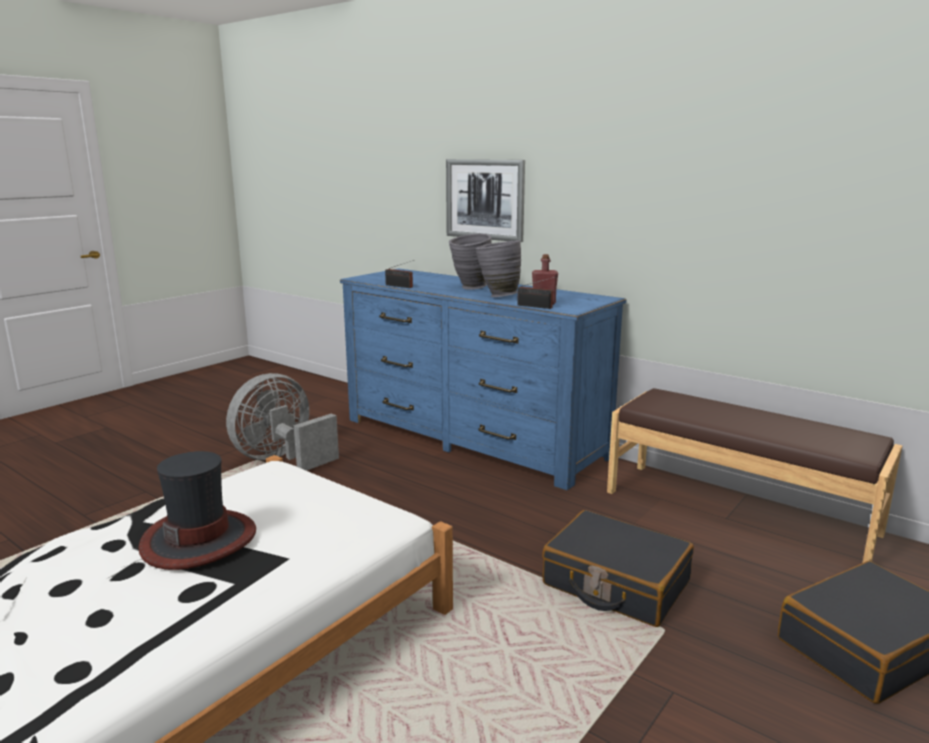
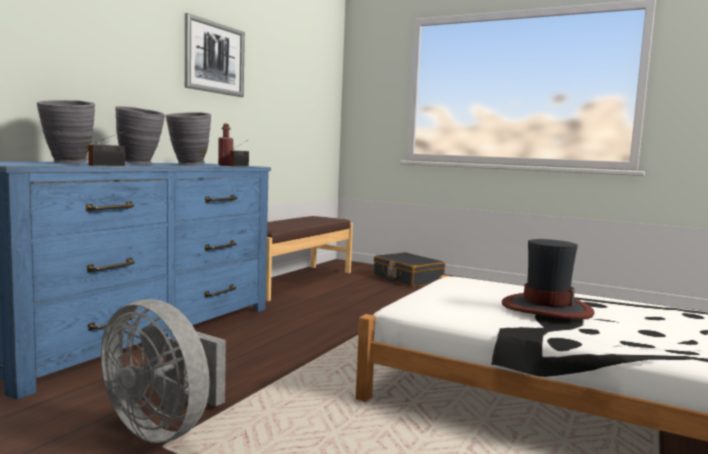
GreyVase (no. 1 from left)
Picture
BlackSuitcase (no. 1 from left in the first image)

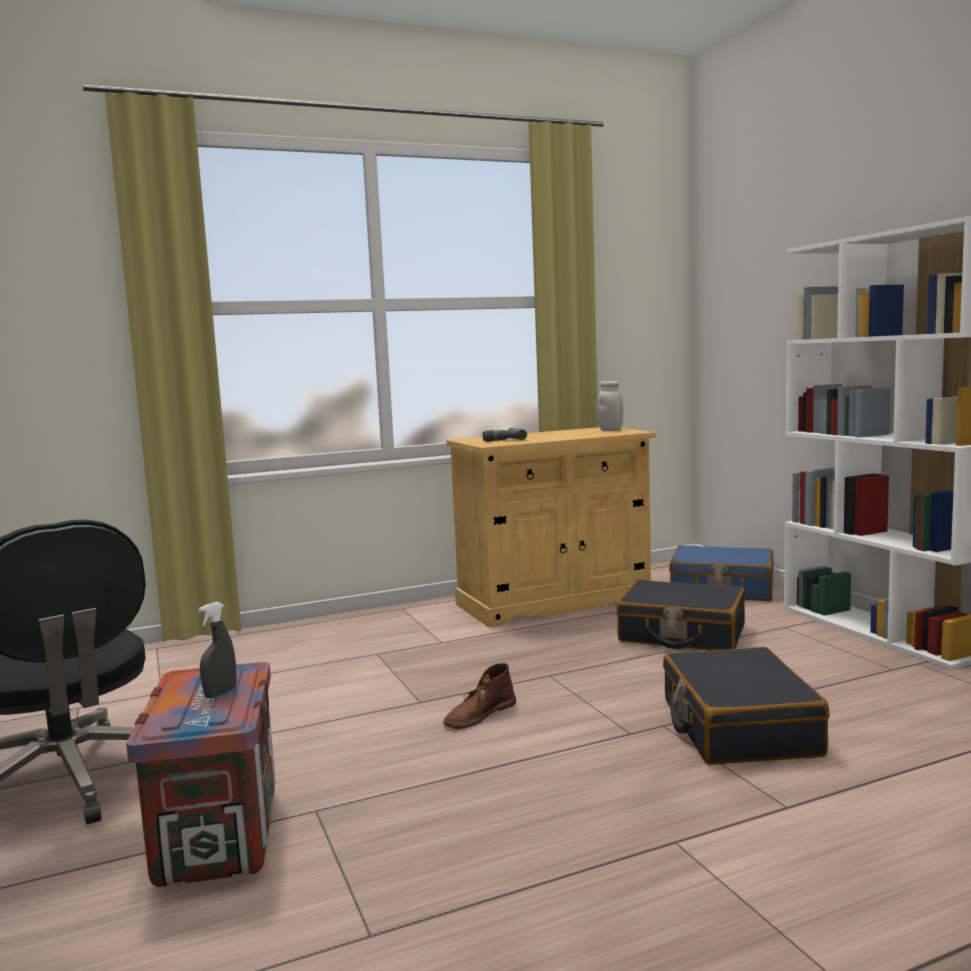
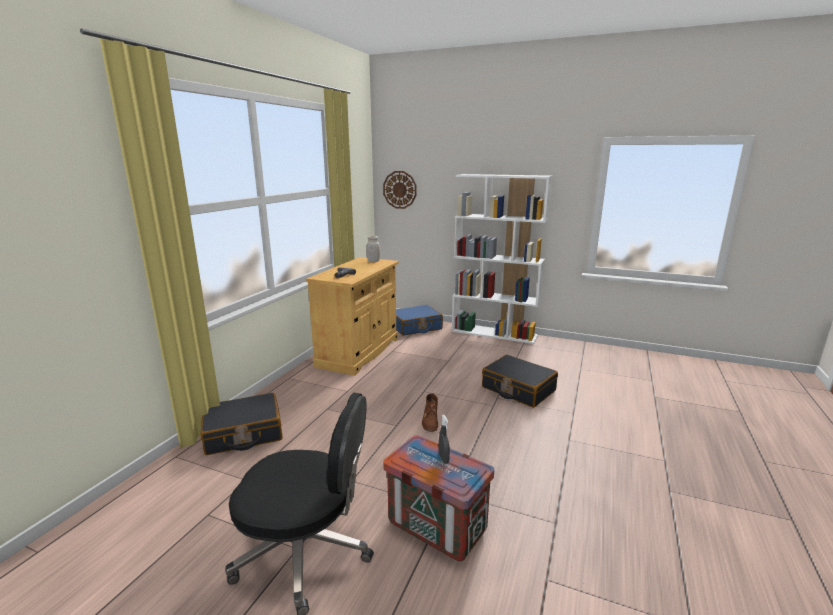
BlackSuitcase (no. 1 from left)
WallClock

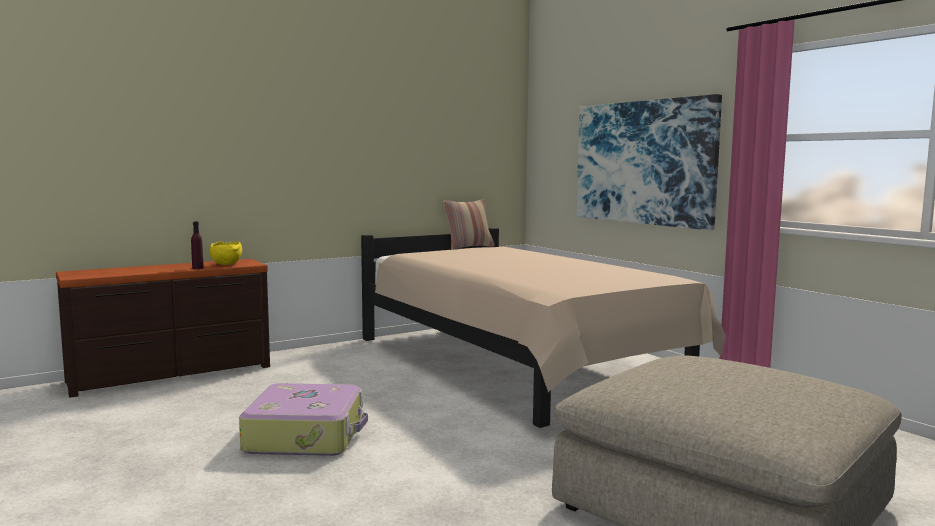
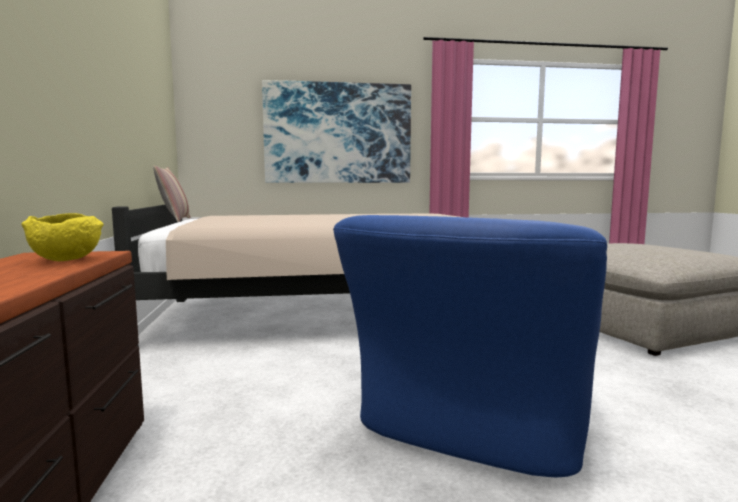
BlueArmchair
PurpleBottle

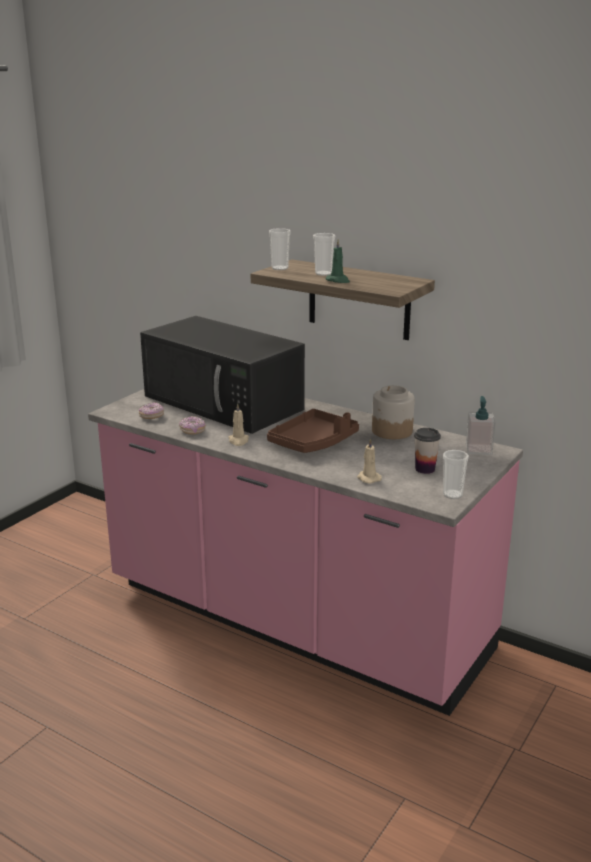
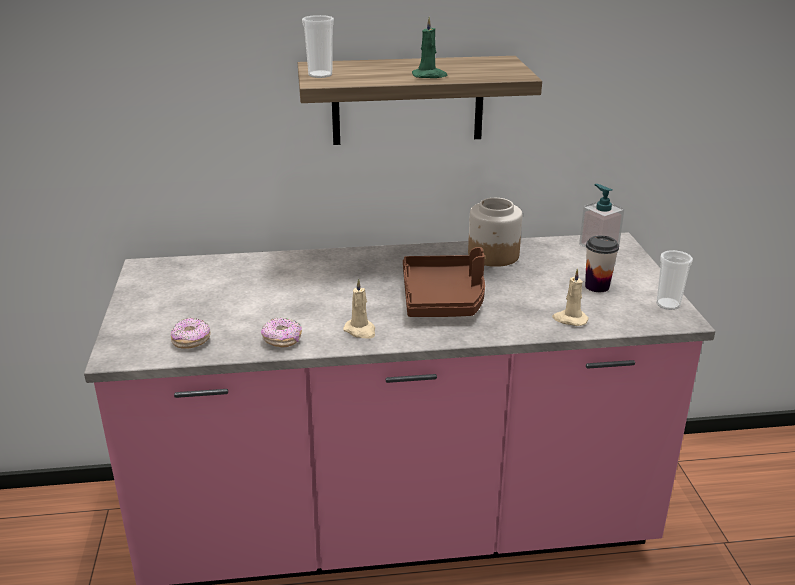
BlackMicrowave
Cup (no. 2 from left in the first image)

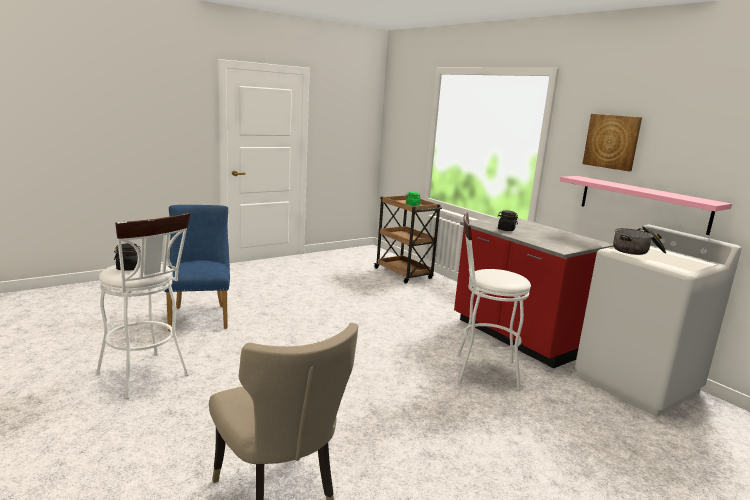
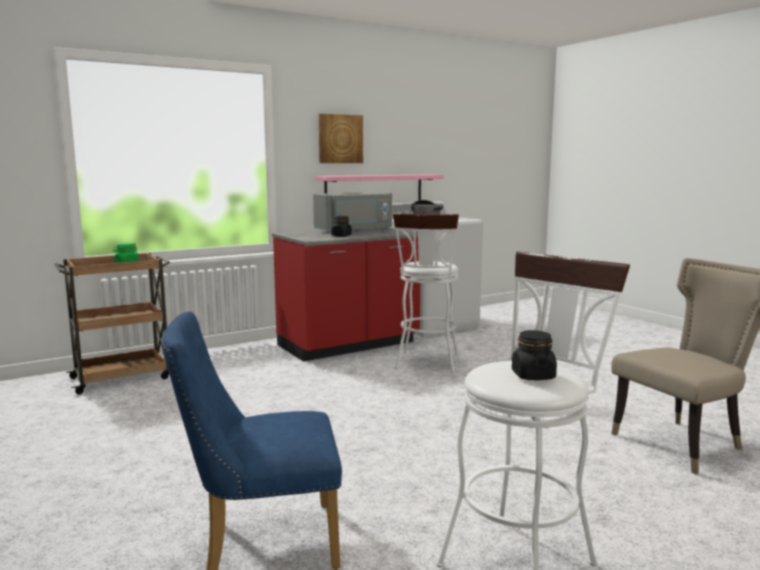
GreyMicrowave

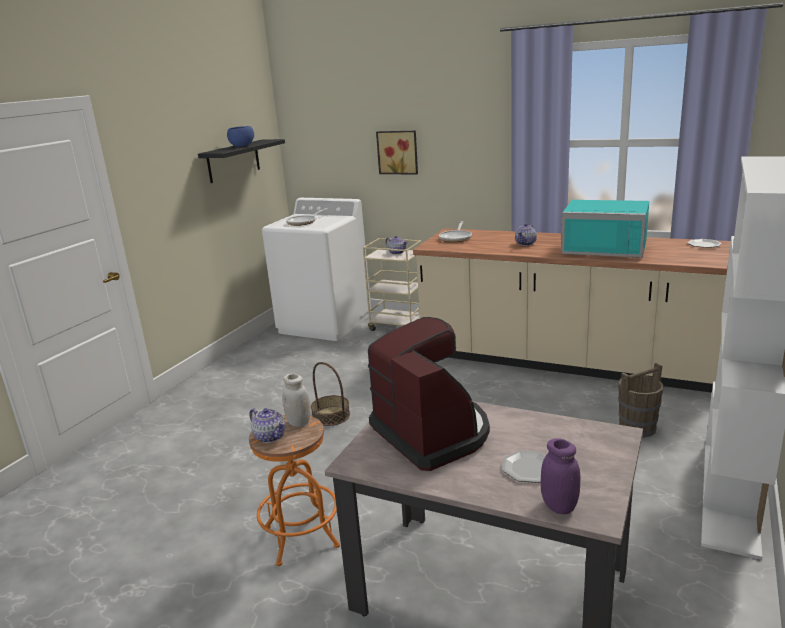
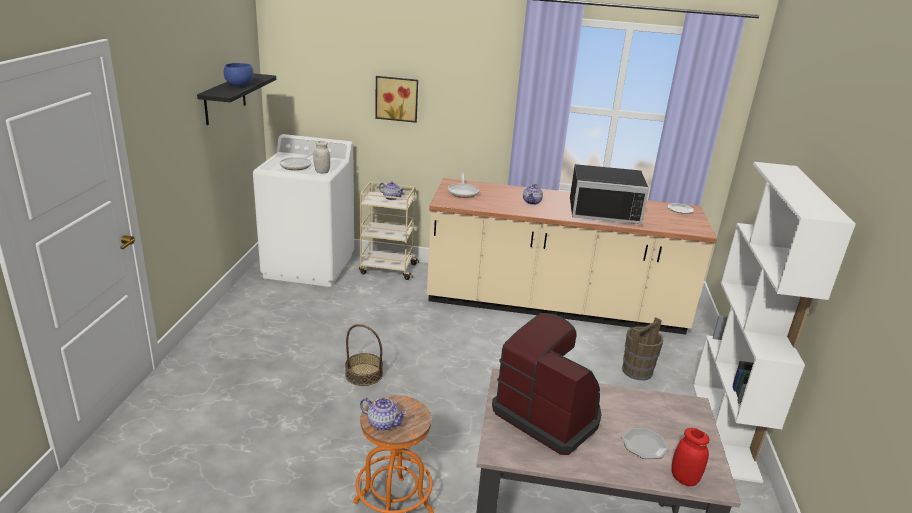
WhiteJar
BlackMicrowave
RedJar

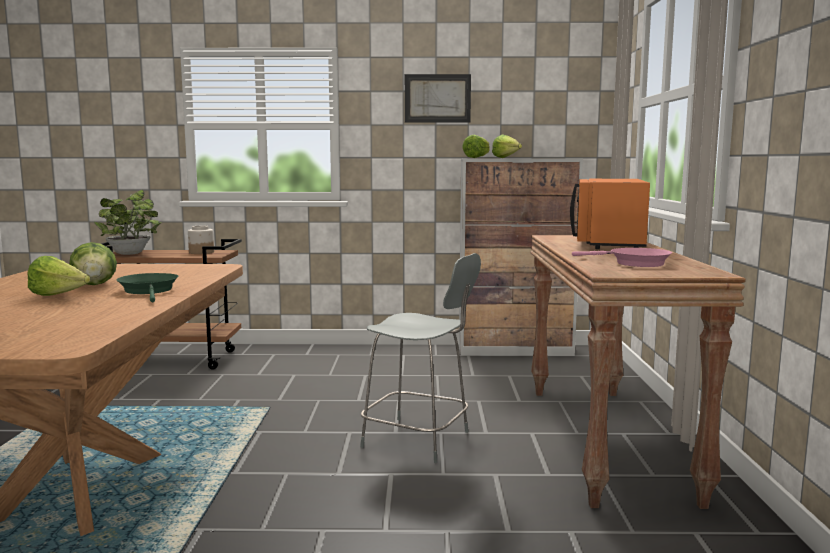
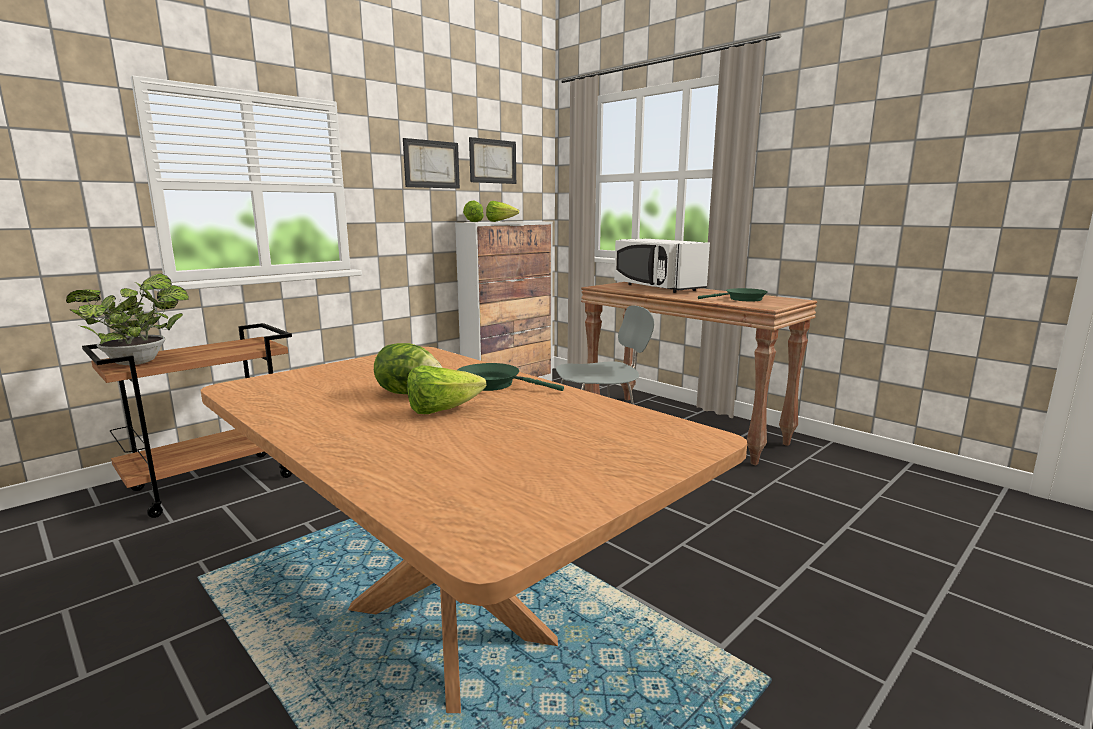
Picture (no. 2 from left)
WhiteMicrowave
GreenFryingPan (no. 2 from left)
Jar

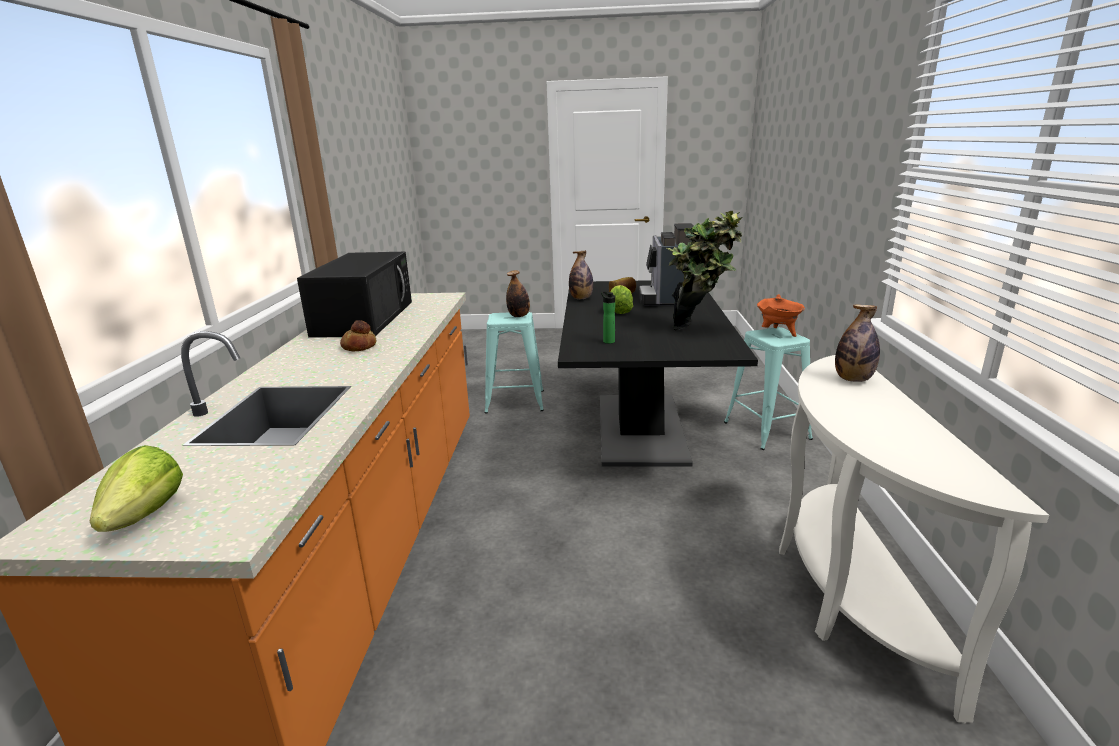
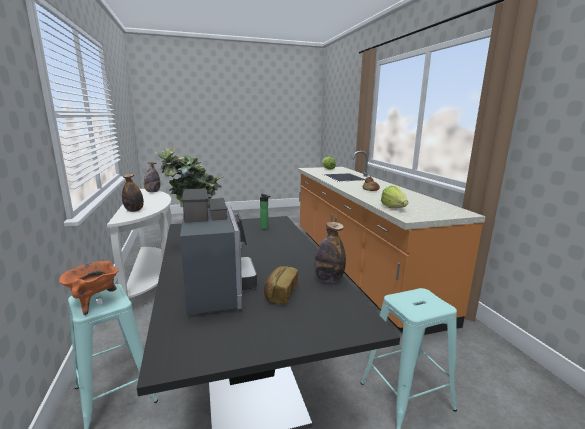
Bottle (no. 2 from left)
Lettuce (no. 2 from left)
BlackMicrowave

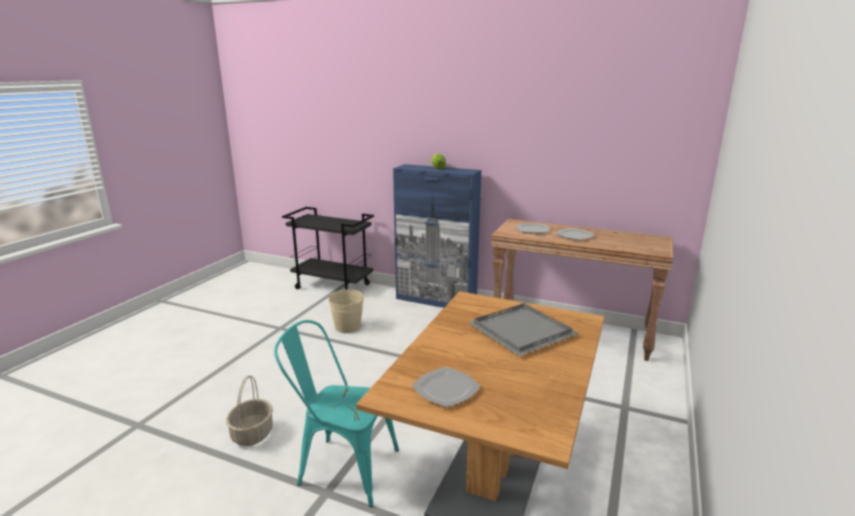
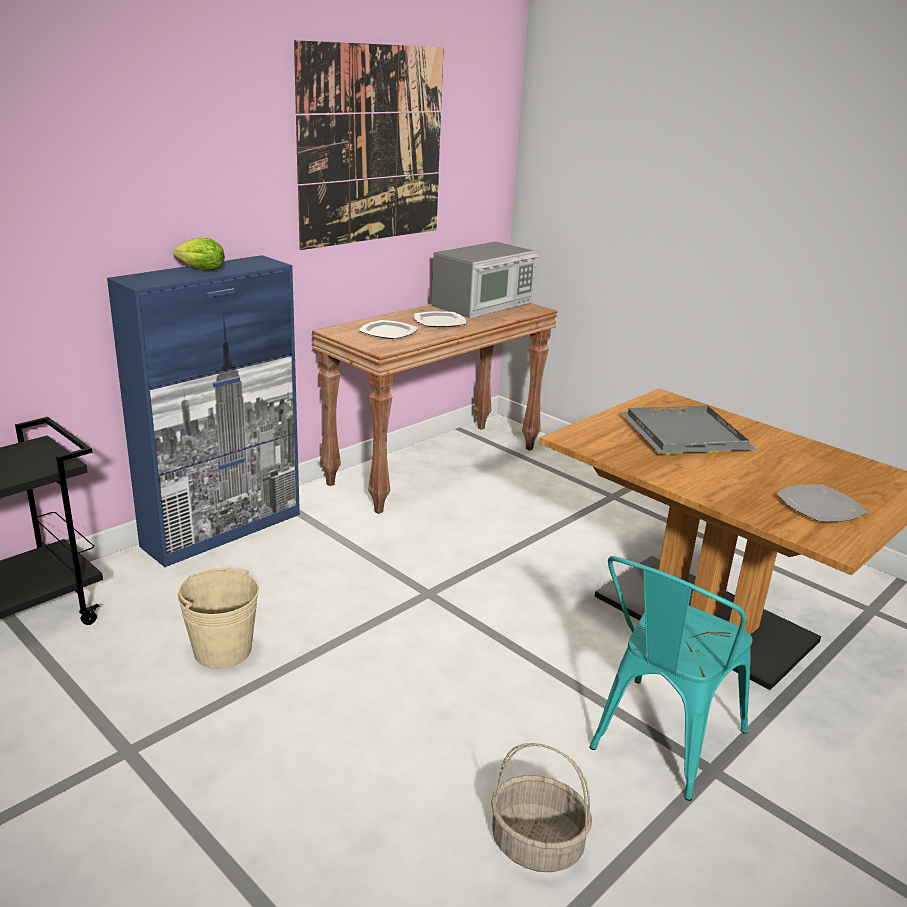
Picture
Microwave

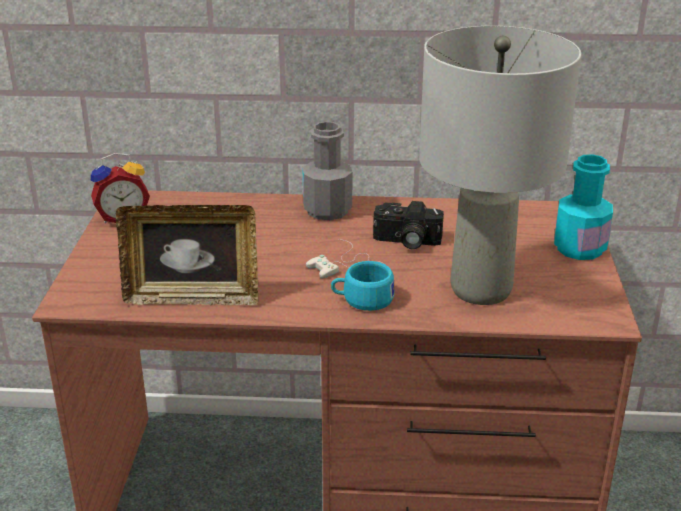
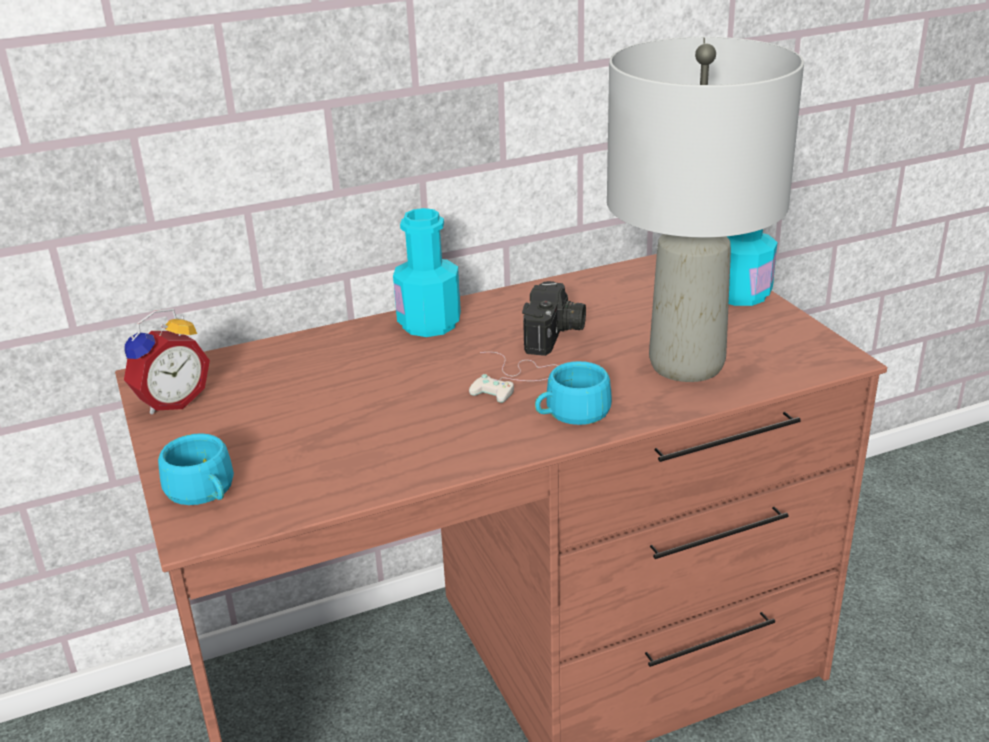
TurquoiseCup (no. 1 from left)
TurquoiseBottle (no. 1 from left)
PhotoCamera
PictureFrame

